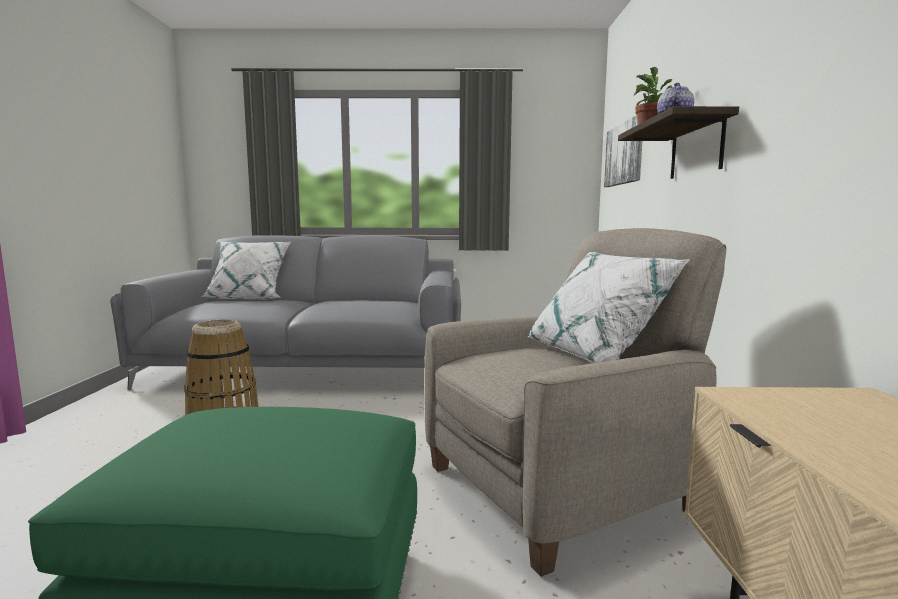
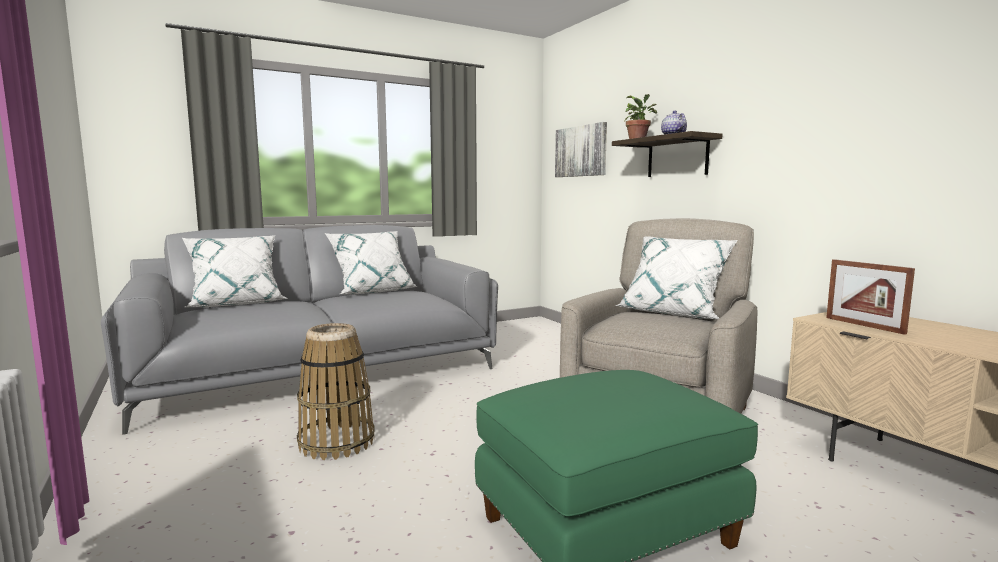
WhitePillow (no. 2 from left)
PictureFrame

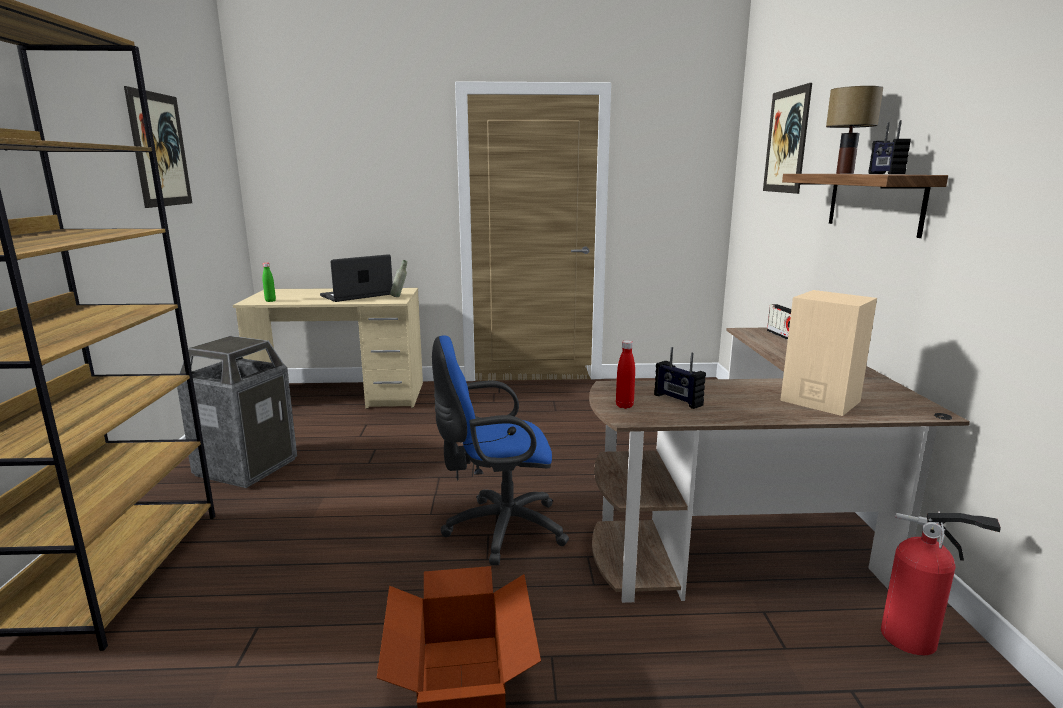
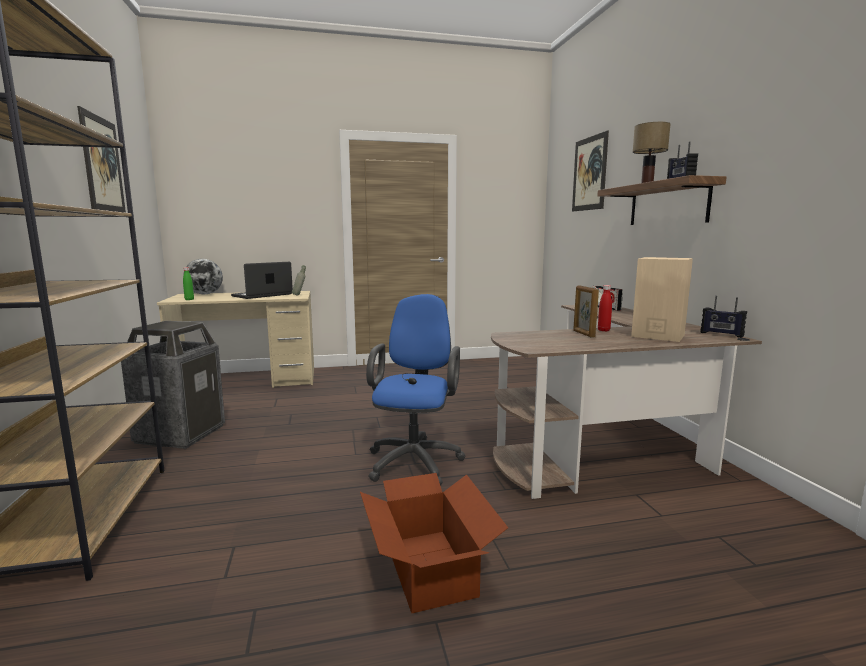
Globe
BlueOfficeChair
PictureFrame
RedBottle
Radio (no. 3 from left)
FireExtinguisher

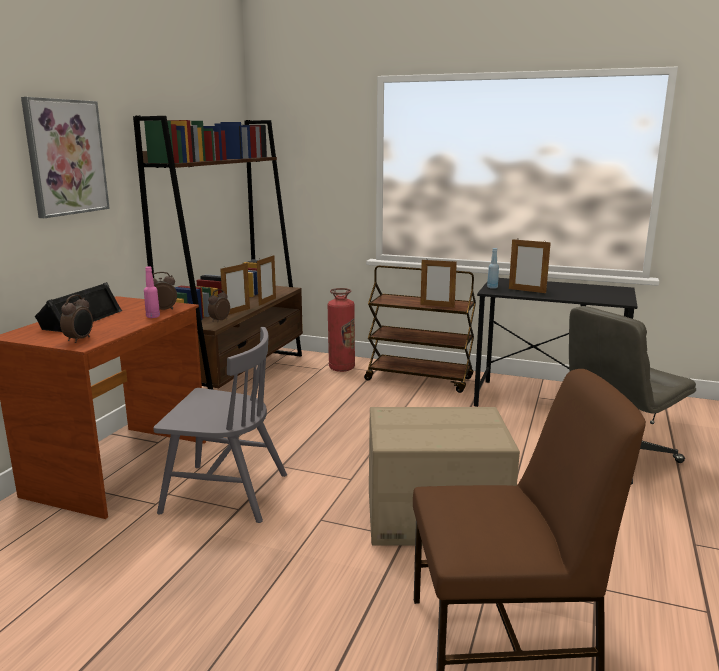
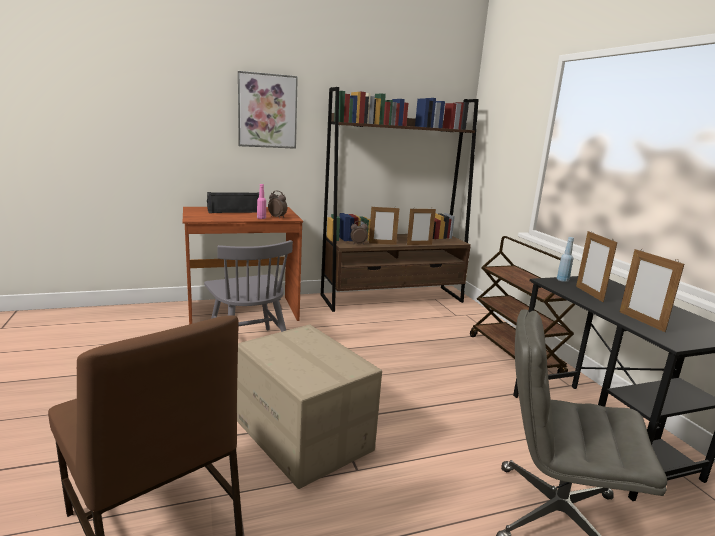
PictureFrame (no. 4 from left)
AlarmClock (no. 1 from left in the first image)
FireExtinguisher

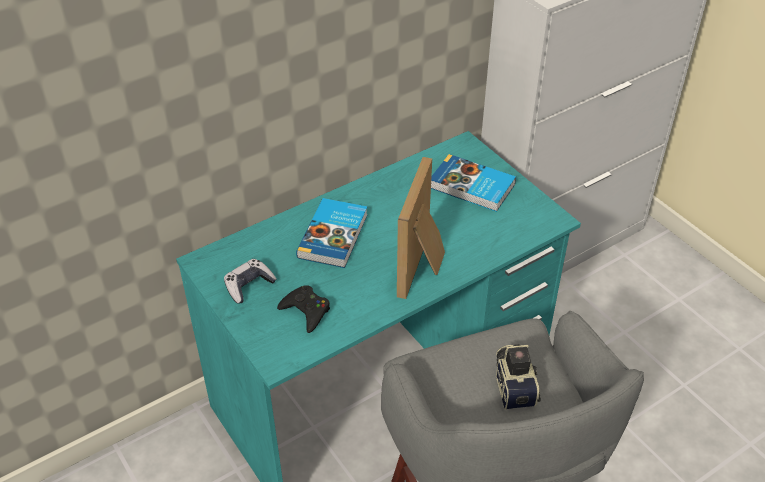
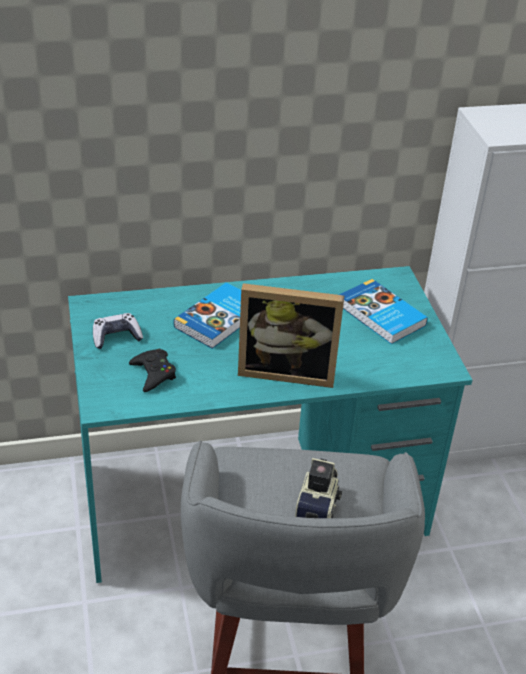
PictureFrame

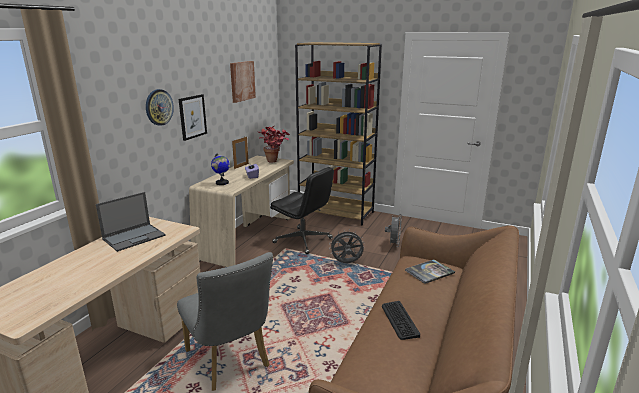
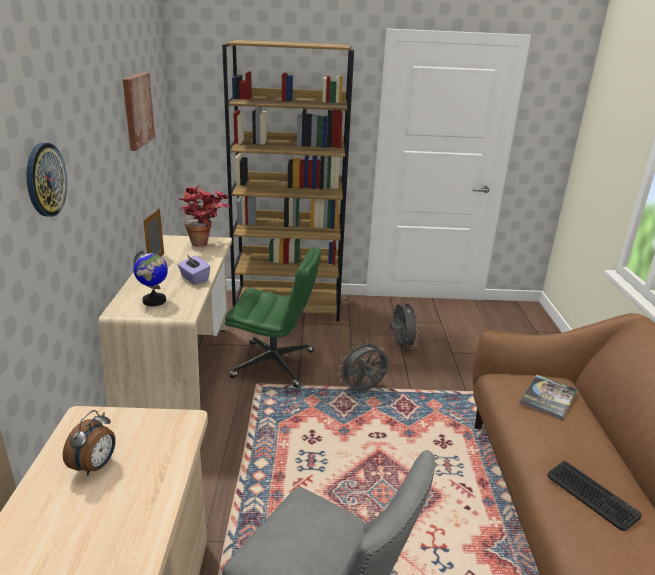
AlarmClock
GreenOfficeChair
Picture (no. 1 from left in the first image)

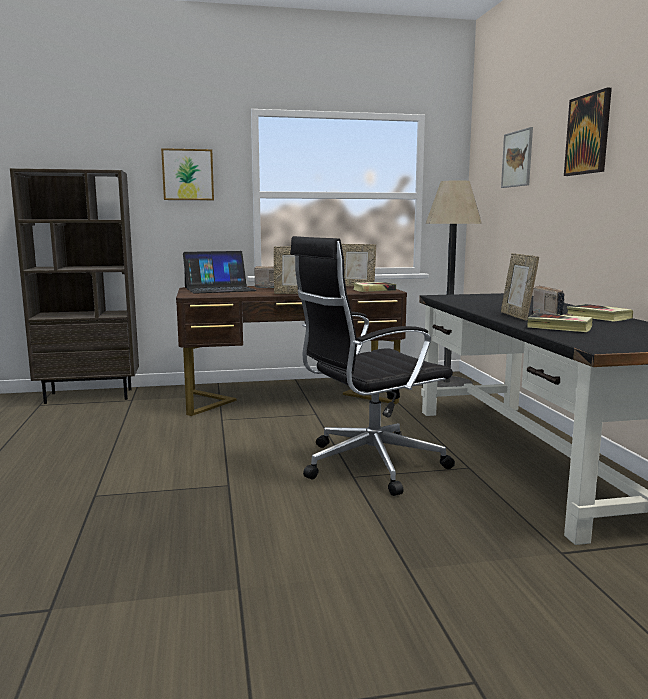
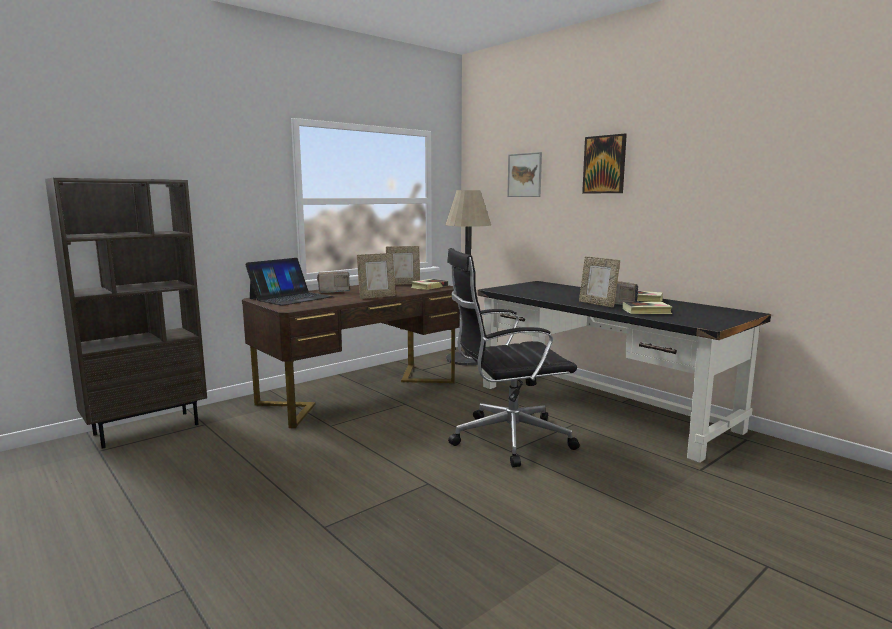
BlackOfficeChair
Picture (no. 1 from left in the first image)

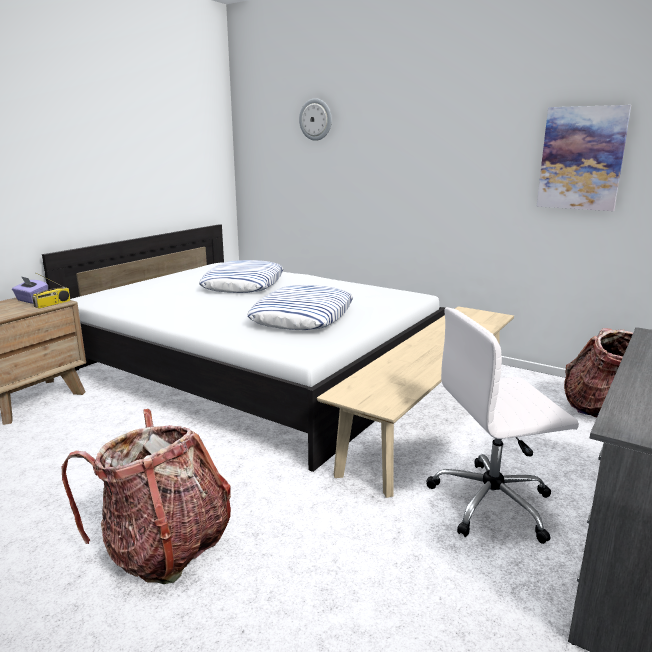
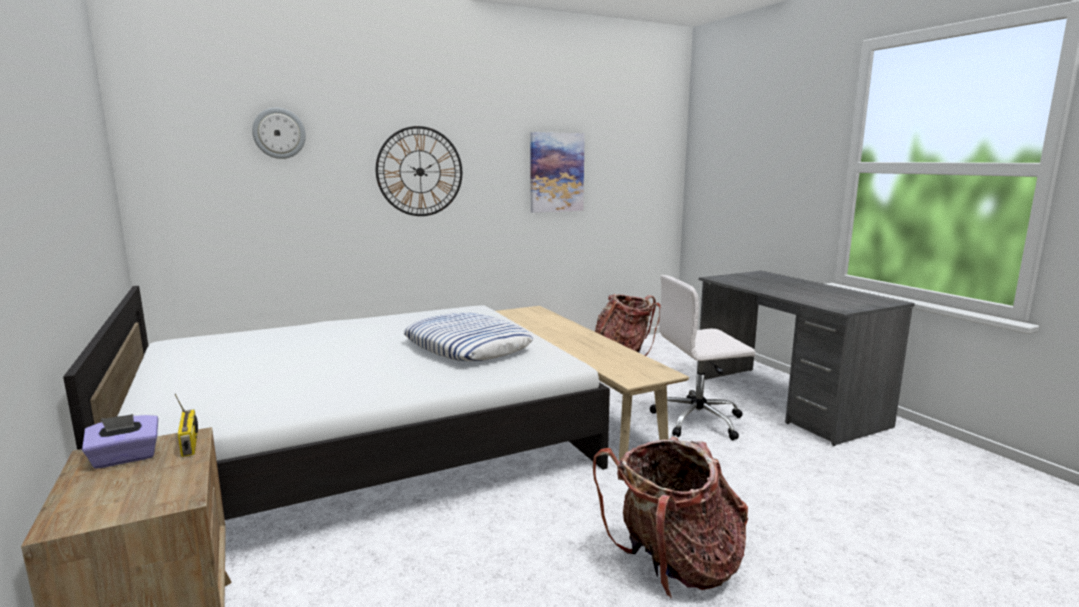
WallClock (no. 2 from left)
WhiteOfficeChair
Pillow (no. 1 from left in the first image)

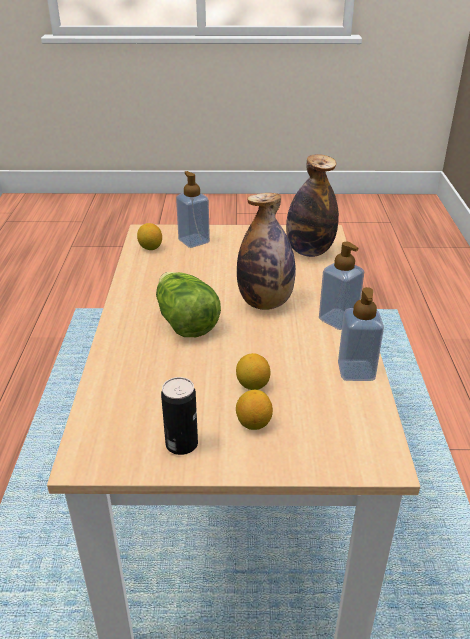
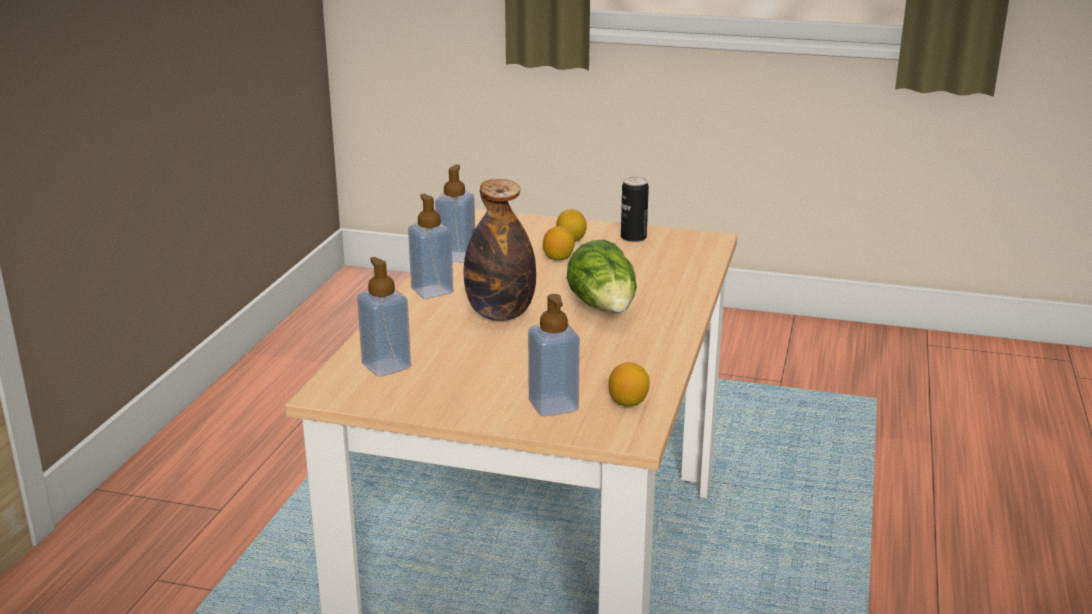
SoapDispenser (no. 1 from left)

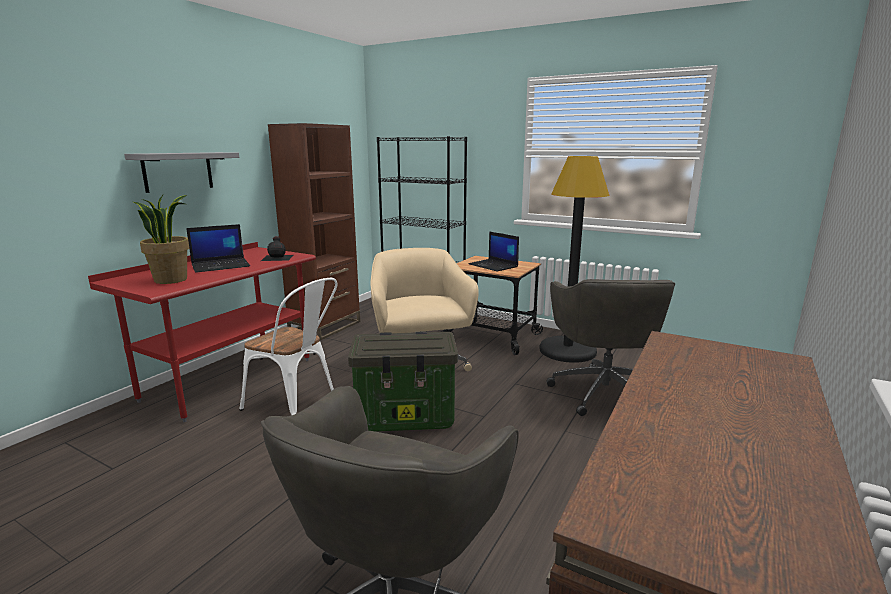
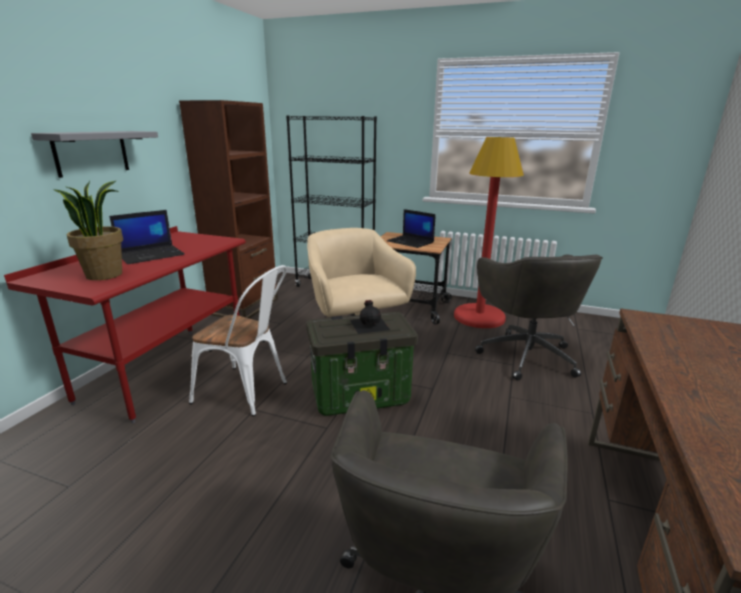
BlackBottle
RedFloorLamp

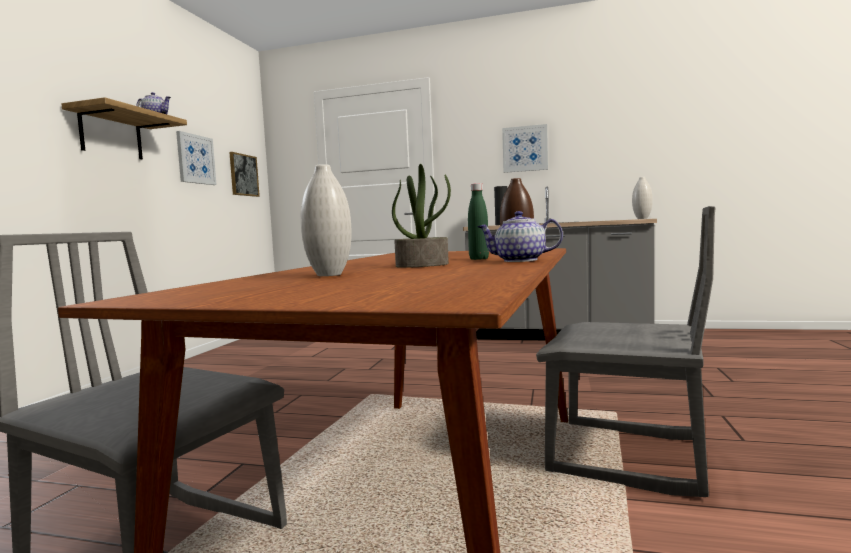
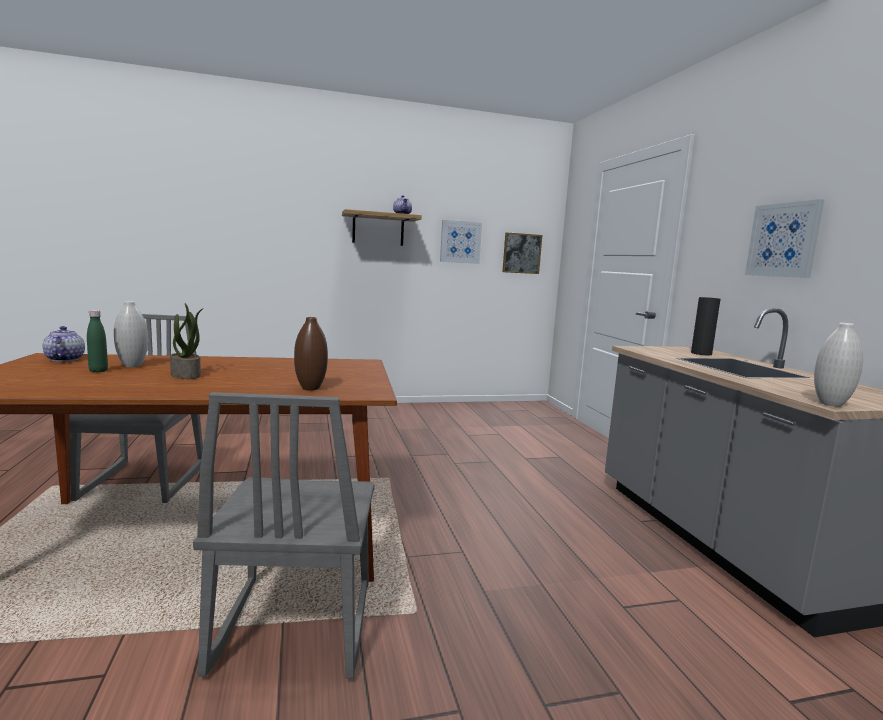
Teapot (no. 1 from left)
GreenBottle

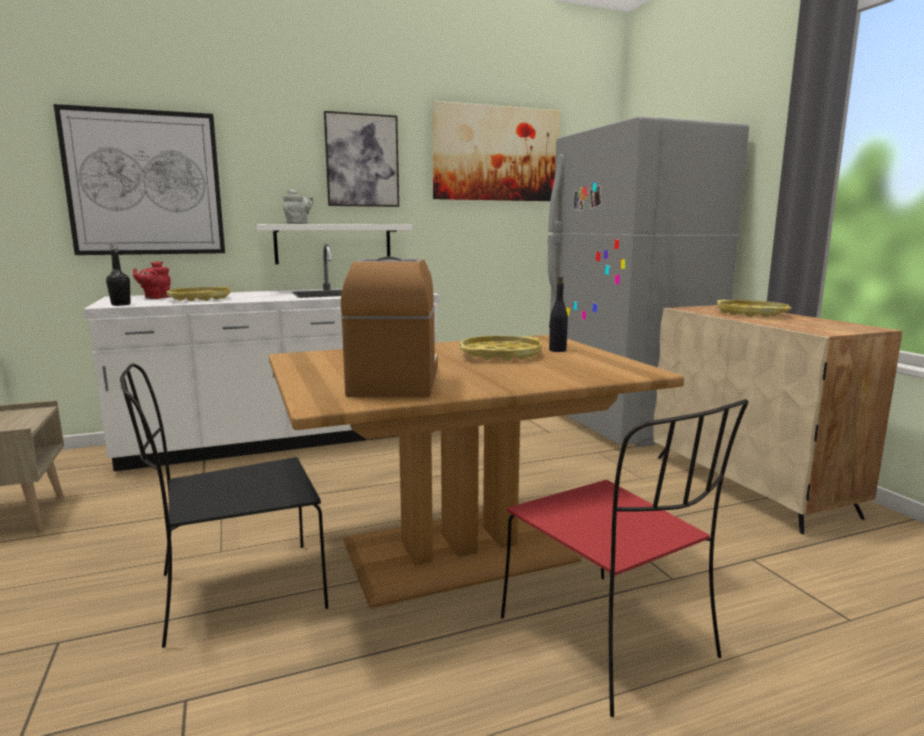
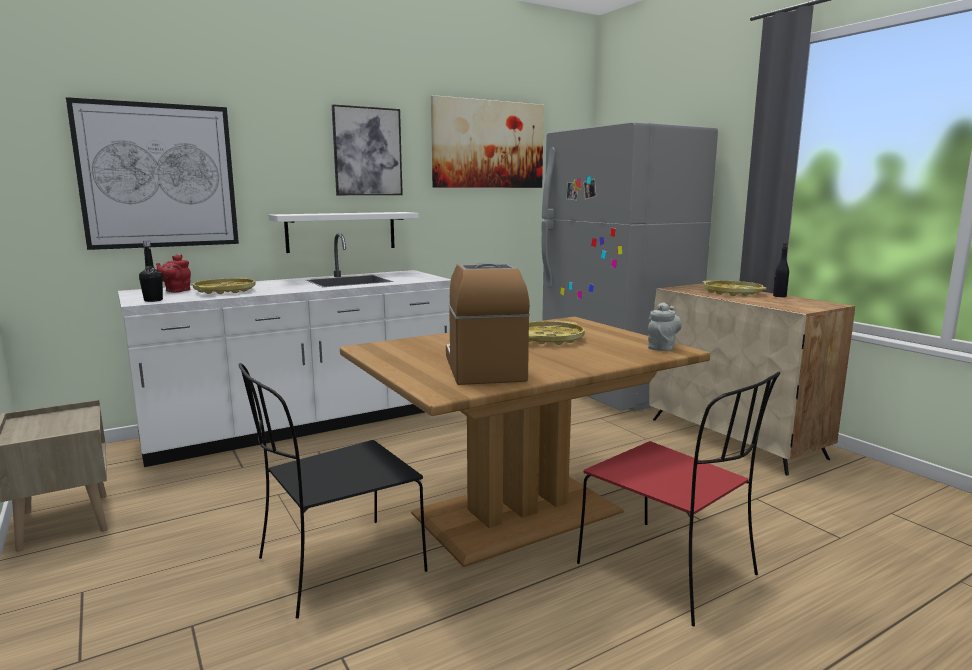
GreyTeapot
BlackBottle (no. 2 from left)

